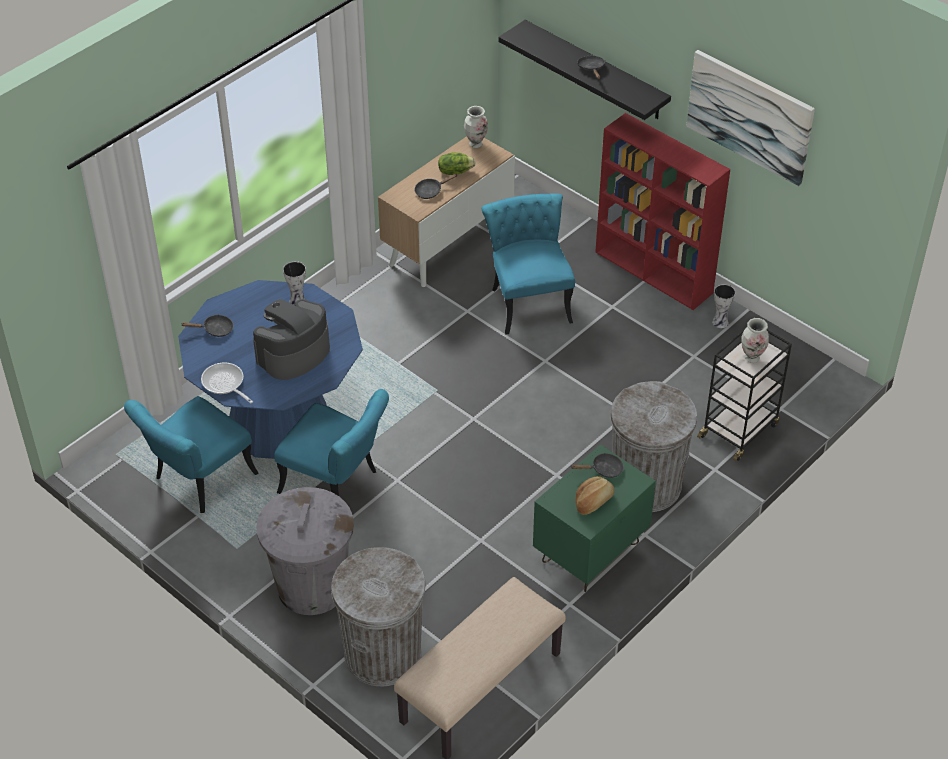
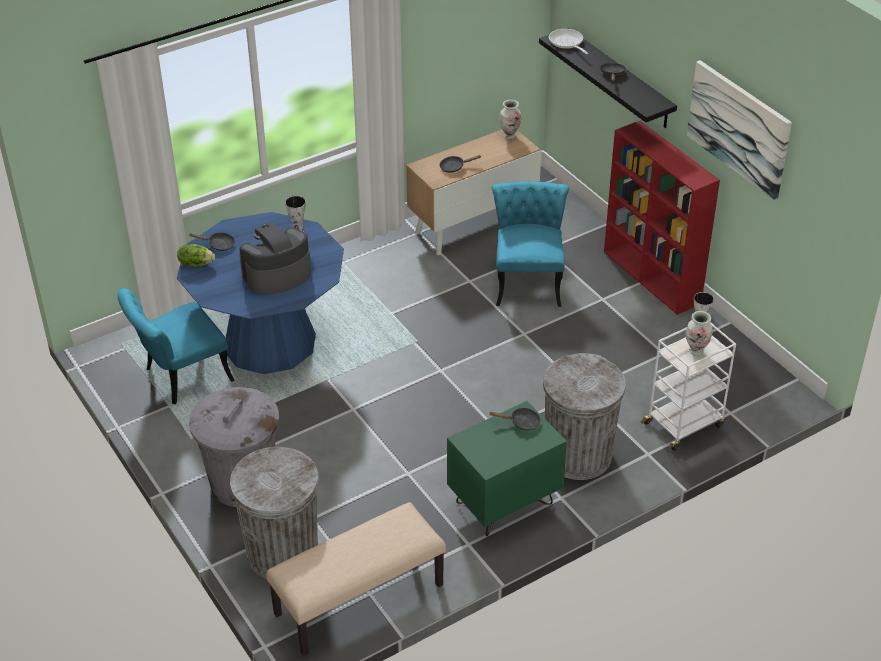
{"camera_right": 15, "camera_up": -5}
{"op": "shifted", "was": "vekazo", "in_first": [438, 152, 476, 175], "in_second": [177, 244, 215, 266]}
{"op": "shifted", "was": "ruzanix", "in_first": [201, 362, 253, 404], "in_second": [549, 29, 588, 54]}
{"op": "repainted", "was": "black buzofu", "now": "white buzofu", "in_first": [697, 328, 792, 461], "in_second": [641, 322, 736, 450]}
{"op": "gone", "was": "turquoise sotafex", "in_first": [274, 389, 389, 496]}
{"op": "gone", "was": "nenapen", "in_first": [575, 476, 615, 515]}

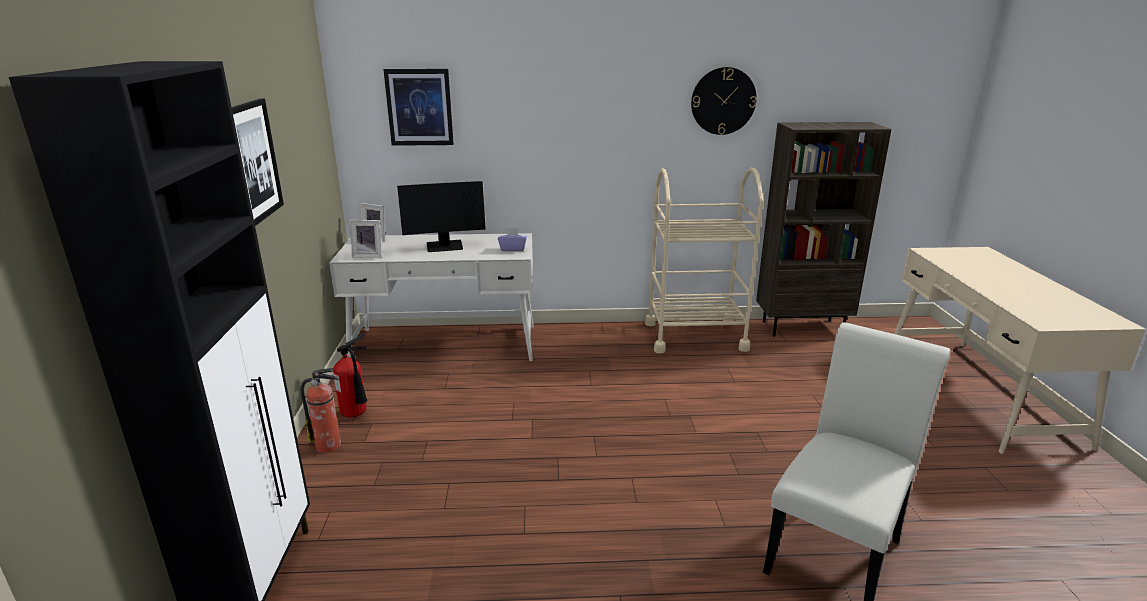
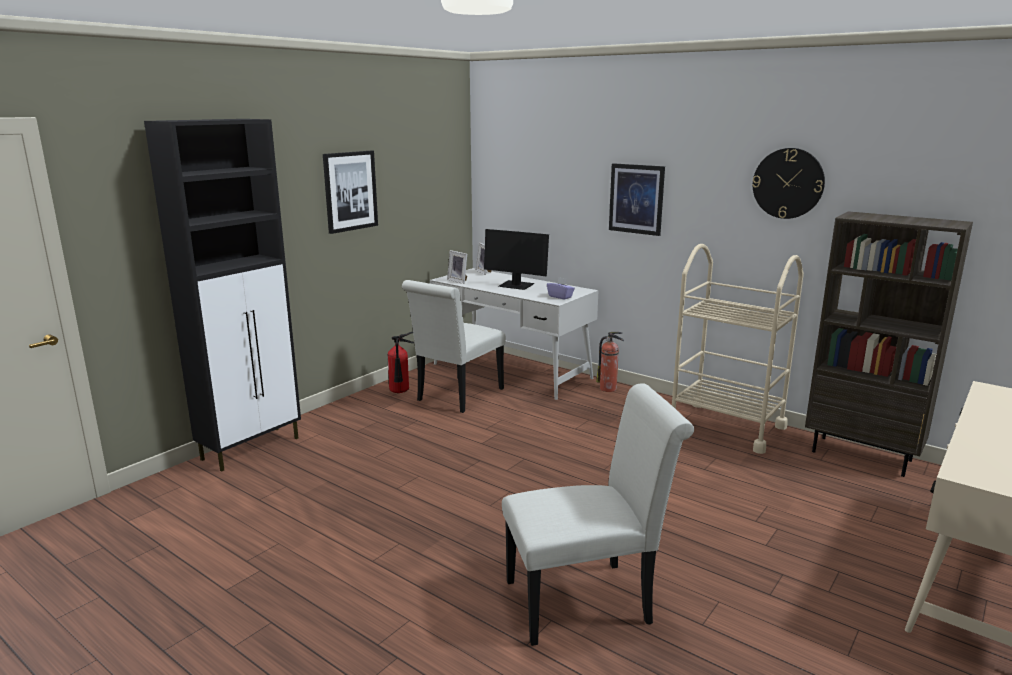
{"camera_right": 40, "camera_up": -5}
{"op": "new", "now": "white sotafex", "in_second": [402, 280, 506, 413]}
{"op": "shifted", "was": "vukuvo", "in_first": [300, 368, 341, 453], "in_second": [596, 332, 624, 392]}
{"op": "shifted", "was": "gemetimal", "in_first": [383, 69, 454, 146], "in_second": [609, 163, 665, 236]}

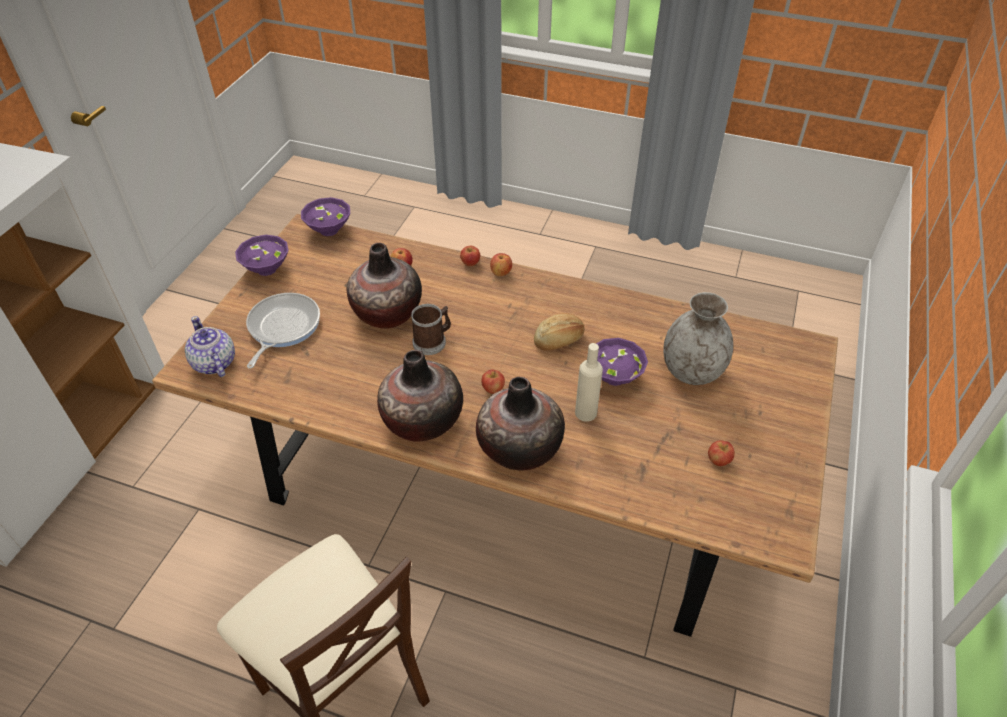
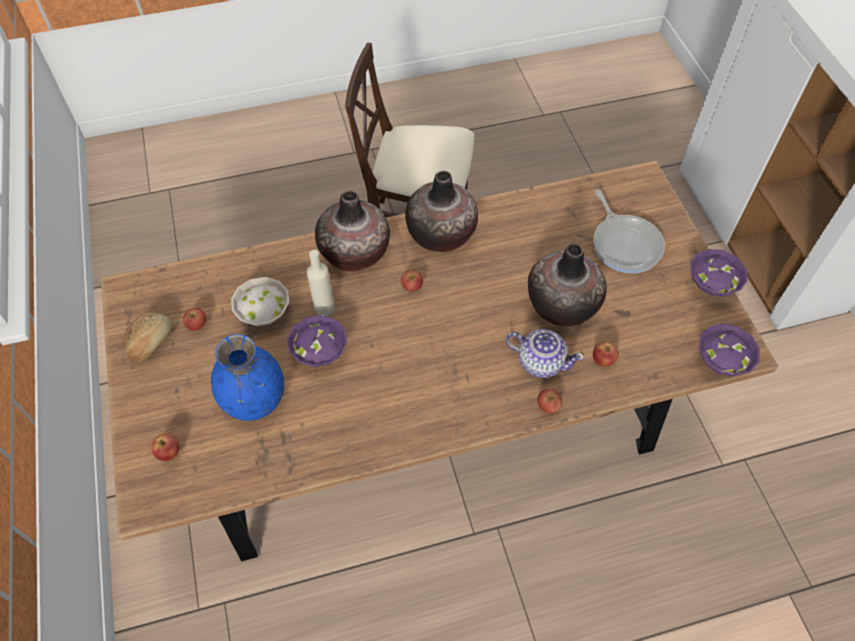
{"camera_right": 145, "camera_up": 10}
{"op": "shifted", "was": "nenapen", "in_first": [534, 313, 585, 351], "in_second": [124, 313, 173, 363]}
{"op": "shifted", "was": "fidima", "in_first": [490, 253, 512, 276], "in_second": [151, 433, 180, 461]}
{"op": "repainted", "was": "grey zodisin", "now": "blue zodisin", "in_first": [663, 292, 733, 385], "in_second": [211, 334, 284, 421]}
{"op": "new", "now": "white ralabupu", "in_second": [231, 277, 289, 326]}
{"op": "shifted", "was": "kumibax", "in_first": [185, 316, 235, 377], "in_second": [505, 329, 584, 378]}
{"op": "gone", "was": "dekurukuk", "in_first": [411, 304, 451, 355]}

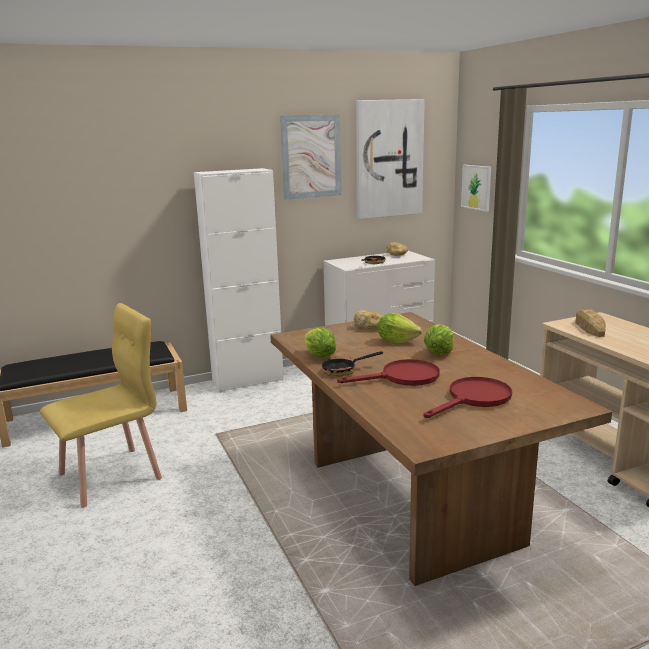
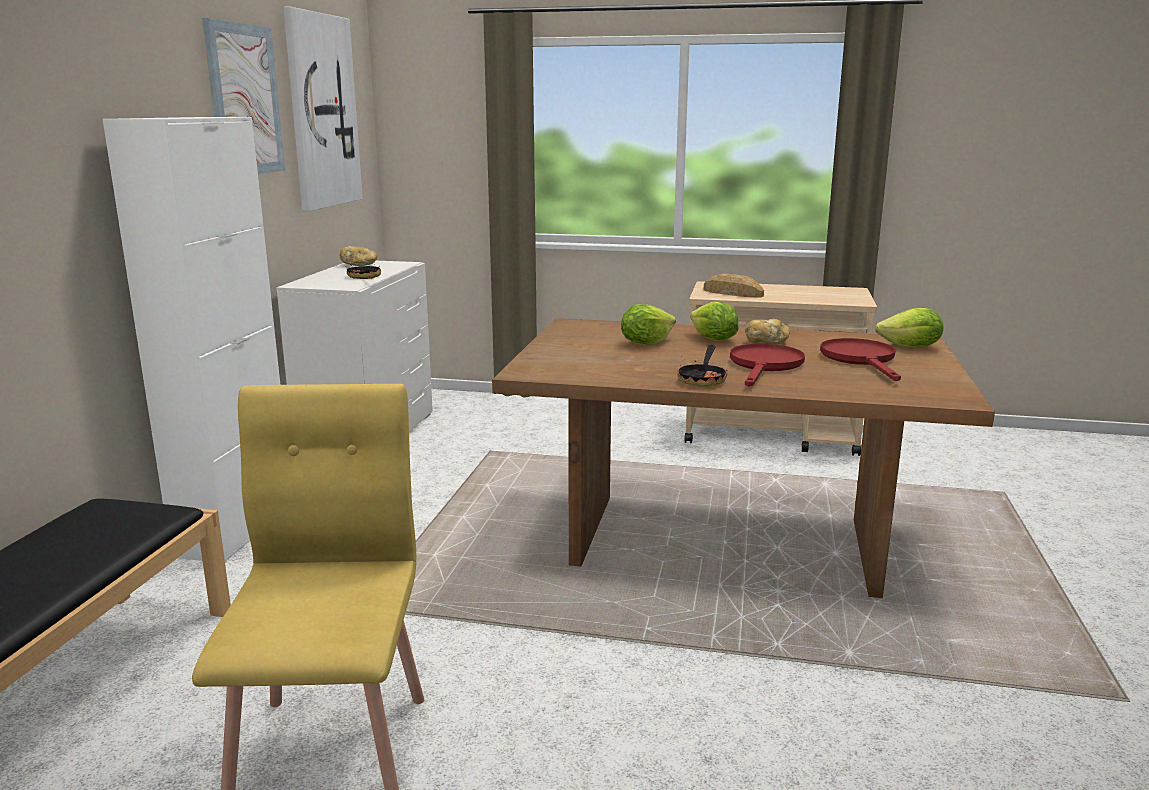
{"camera_right": -55, "camera_up": 0}
{"op": "shifted", "was": "nenapen", "in_first": [354, 310, 384, 329], "in_second": [745, 319, 790, 344]}
{"op": "shifted", "was": "vekazo", "in_first": [305, 328, 336, 358], "in_second": [875, 307, 943, 347]}
{"op": "gone", "was": "gemetimal", "in_first": [461, 165, 491, 212]}

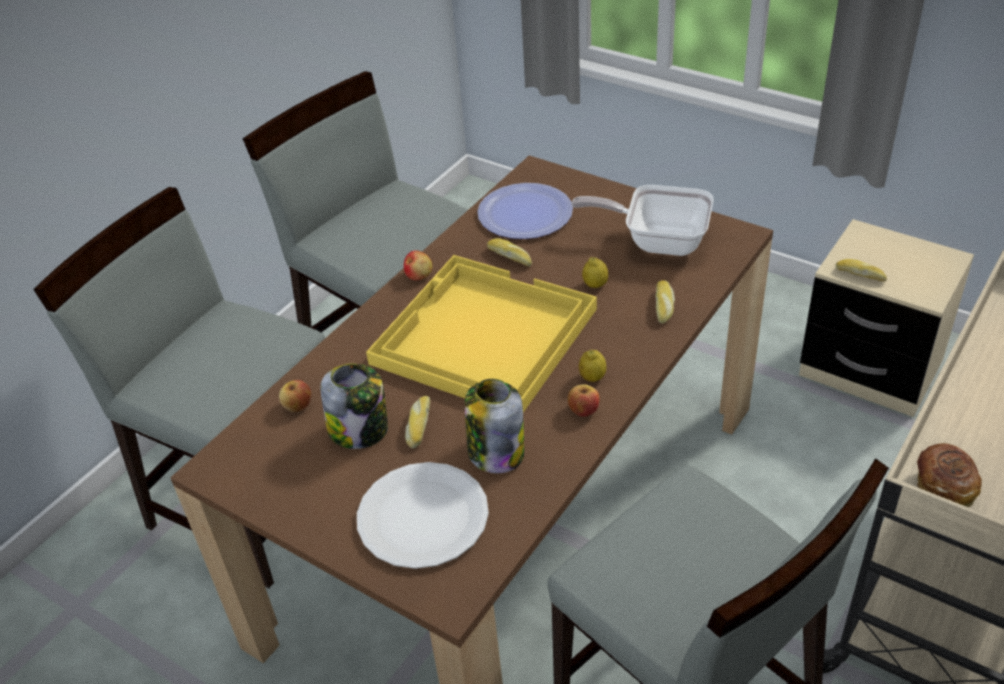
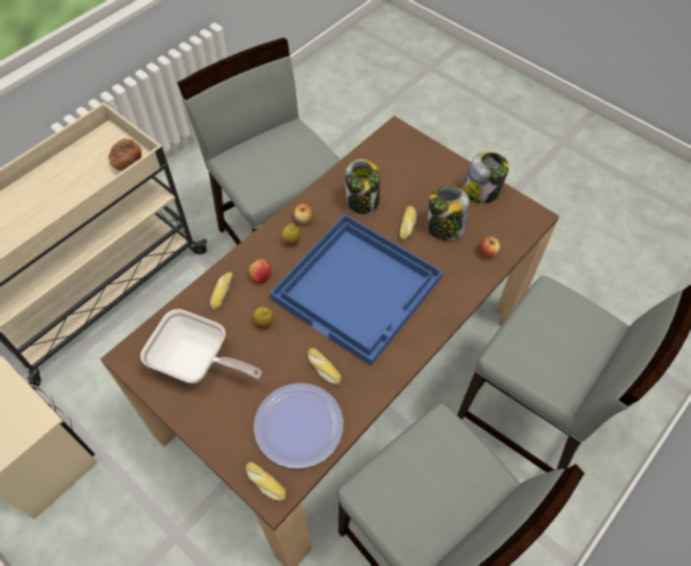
{"camera_right": -175, "camera_up": 15}
{"op": "shifted", "was": "nenapen", "in_first": [836, 259, 887, 282], "in_second": [246, 462, 286, 501]}
{"op": "shifted", "was": "fidima", "in_first": [404, 250, 433, 280], "in_second": [249, 259, 271, 283]}
{"op": "repainted", "was": "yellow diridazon", "now": "blue diridazon", "in_first": [366, 255, 597, 412], "in_second": [270, 214, 443, 366]}
{"op": "new", "now": "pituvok", "in_second": [462, 152, 509, 204]}
{"op": "gone", "was": "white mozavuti", "in_first": [357, 462, 489, 569]}

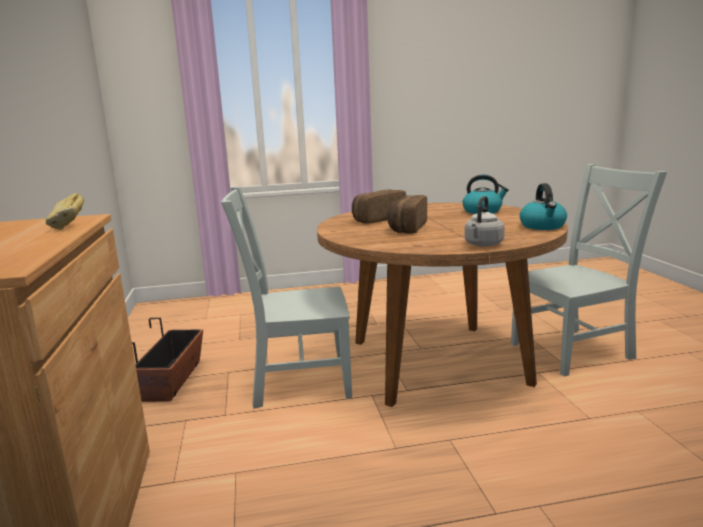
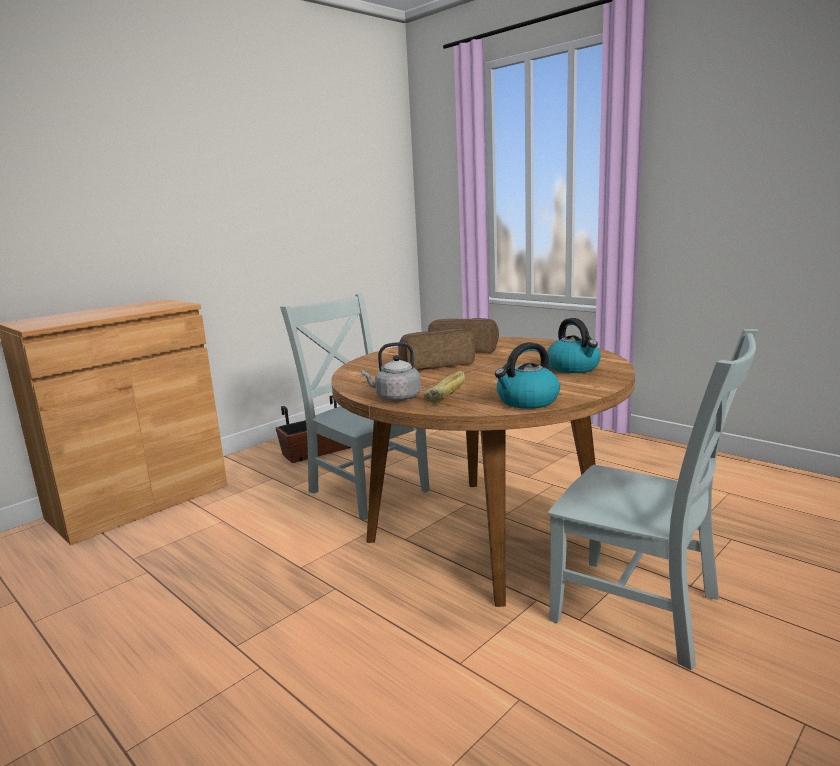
{"camera_right": 55, "camera_up": 0}
{"op": "shifted", "was": "nenapen", "in_first": [46, 193, 84, 230], "in_second": [424, 371, 465, 404]}

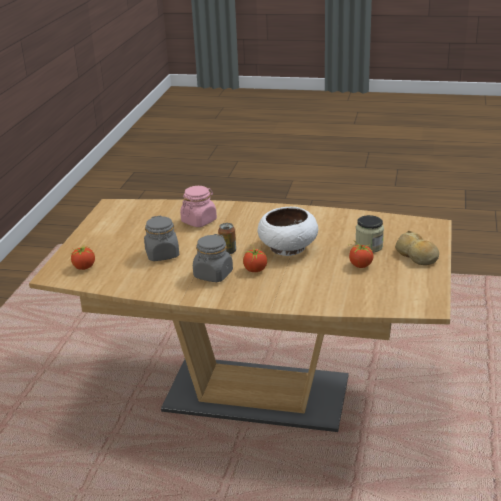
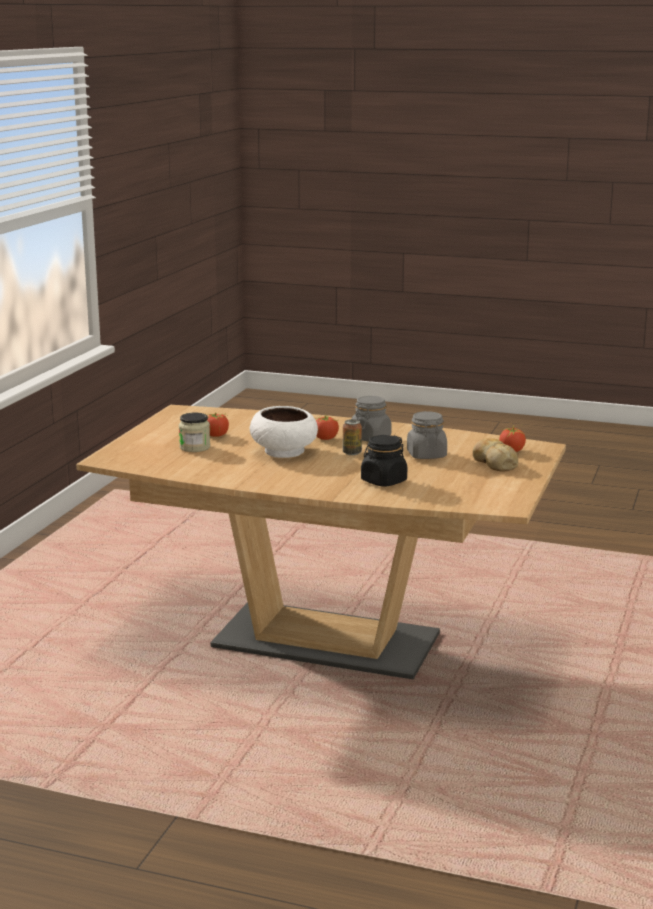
{"camera_right": -175, "camera_up": -10}
{"op": "repainted", "was": "pink pituvok", "now": "black pituvok", "in_first": [180, 186, 217, 227], "in_second": [361, 435, 407, 487]}
{"op": "shifted", "was": "nenapen", "in_first": [395, 231, 439, 265], "in_second": [473, 438, 518, 471]}

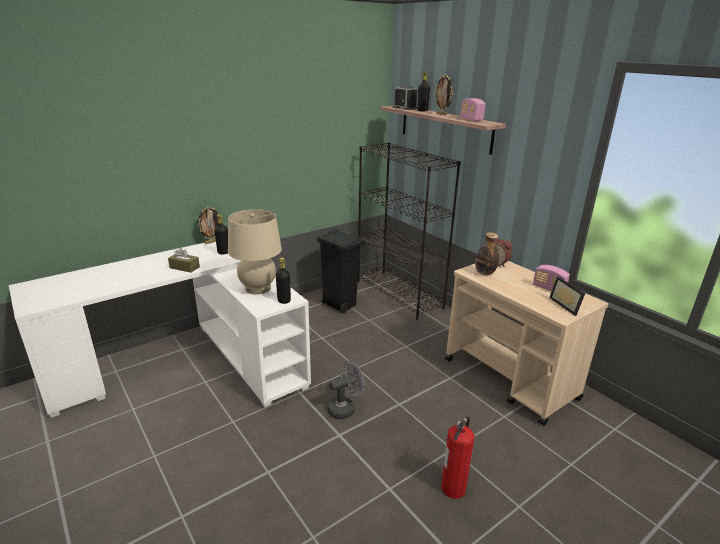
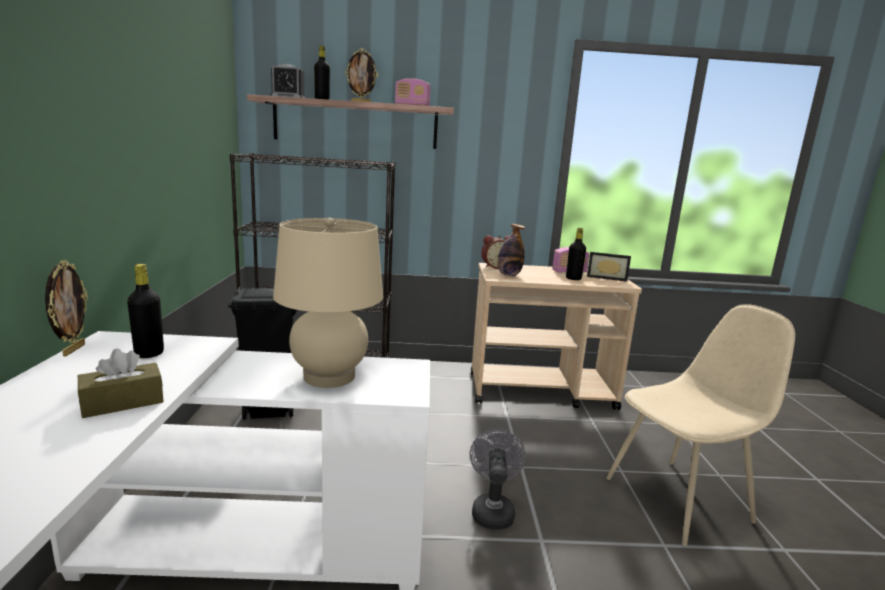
{"camera_right": -55, "camera_up": -10}
{"op": "shifted", "was": "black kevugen", "in_first": [276, 257, 291, 304], "in_second": [566, 228, 586, 280]}
{"op": "swapped", "was": "vukuvo", "now": "beige sotafex", "in_first": [441, 416, 475, 499], "in_second": [606, 304, 795, 546]}

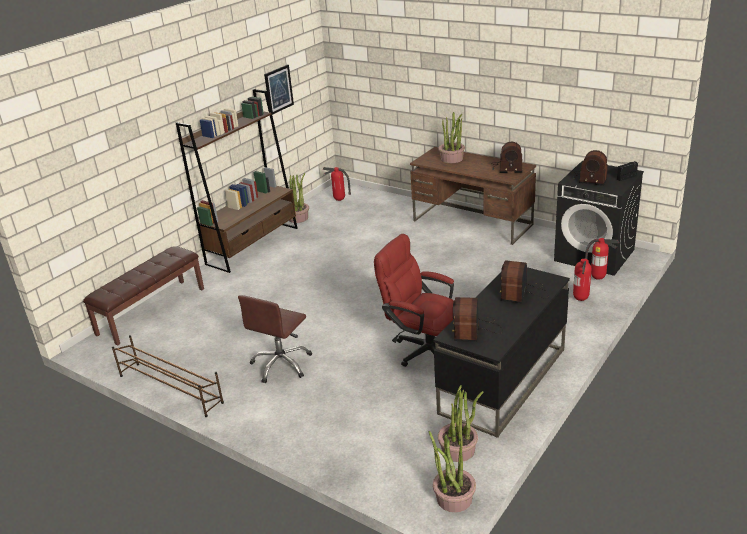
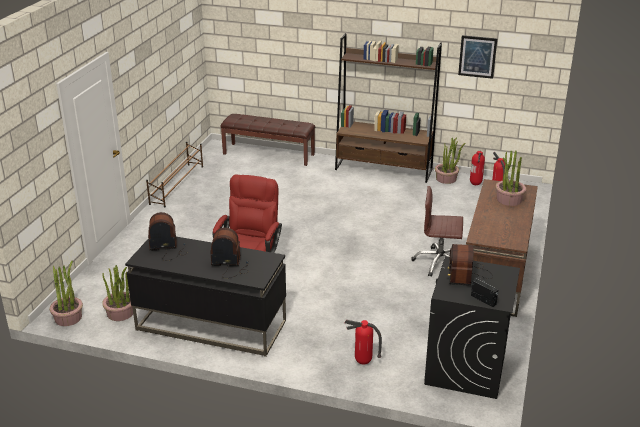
{"camera_right": 70, "camera_up": 0}
{"op": "shifted", "was": "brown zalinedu", "in_first": [238, 295, 312, 383], "in_second": [411, 186, 463, 277]}
{"op": "shifted", "was": "vukuvo", "in_first": [585, 238, 619, 280], "in_second": [470, 151, 485, 185]}
{"op": "gone", "was": "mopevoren", "in_first": [491, 142, 522, 173]}

